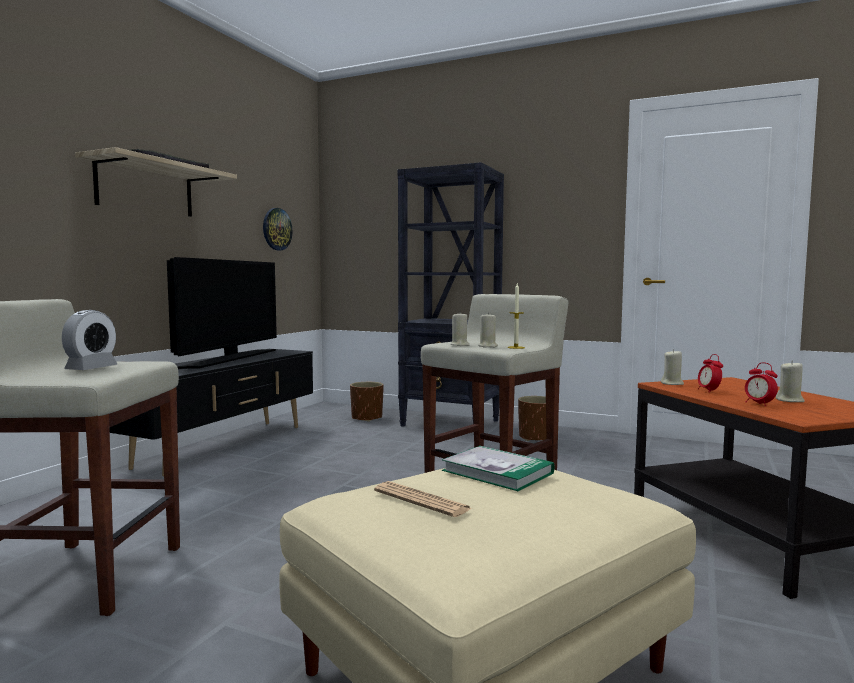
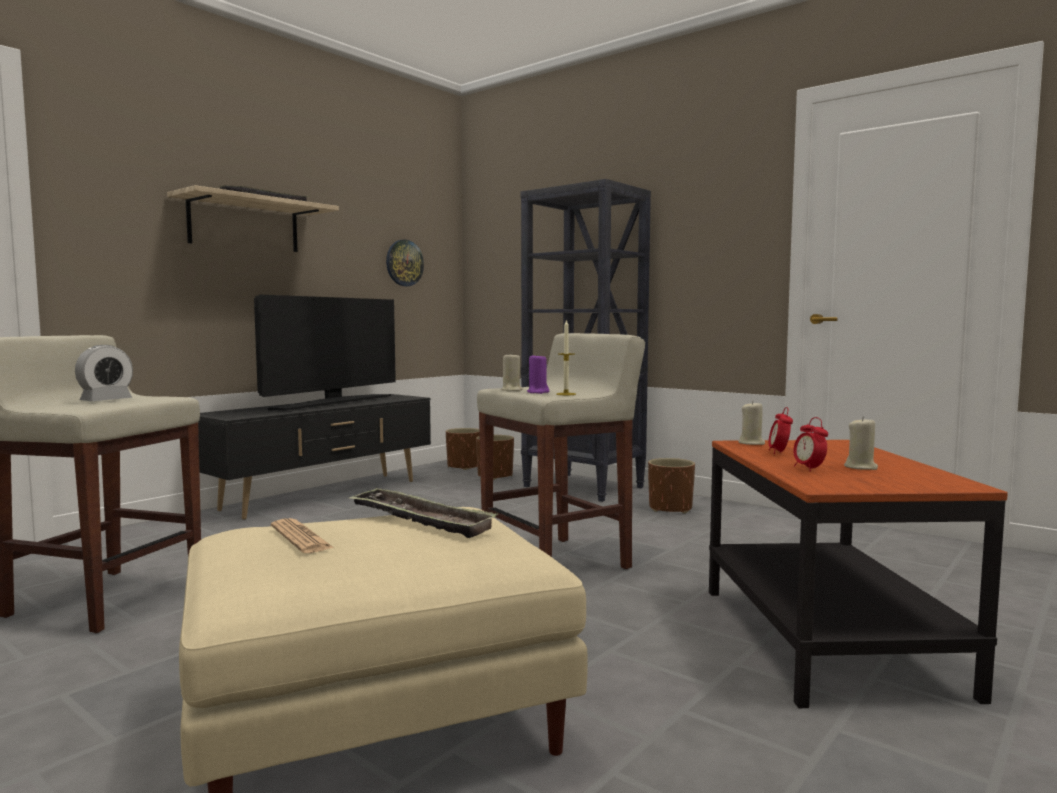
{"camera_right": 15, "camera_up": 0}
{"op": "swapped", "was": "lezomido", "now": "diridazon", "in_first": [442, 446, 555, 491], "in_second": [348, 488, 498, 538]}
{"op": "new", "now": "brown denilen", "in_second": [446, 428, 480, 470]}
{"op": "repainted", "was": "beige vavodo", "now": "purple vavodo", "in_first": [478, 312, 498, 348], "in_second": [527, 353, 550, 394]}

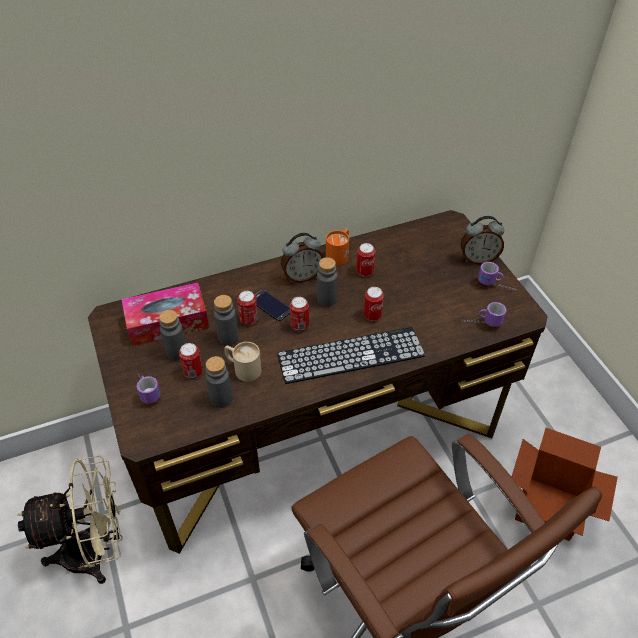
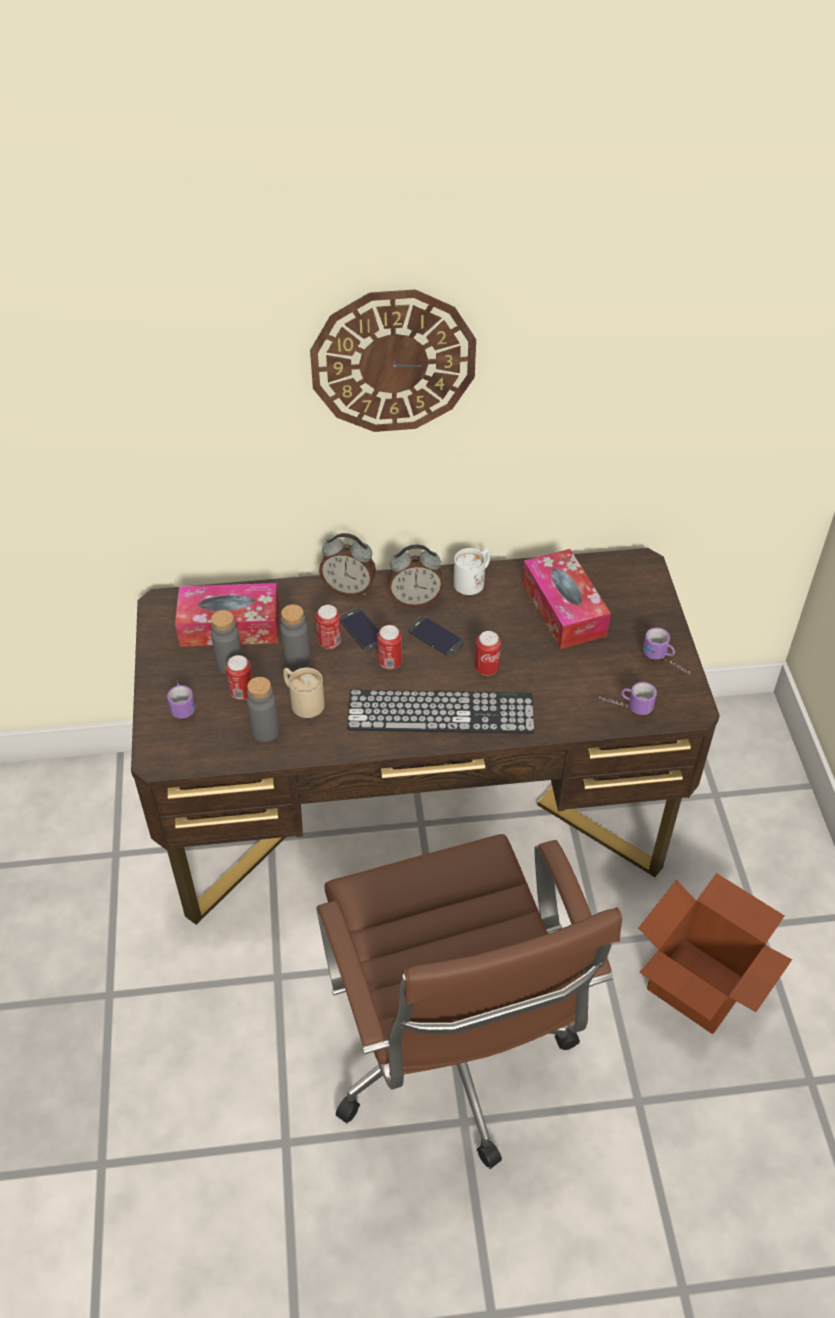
{"camera_right": 15, "camera_up": 0}
{"op": "new", "now": "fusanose", "in_second": [310, 289, 476, 432]}
{"op": "shifted", "was": "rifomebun", "in_first": [461, 216, 504, 265], "in_second": [319, 533, 376, 597]}
{"op": "swapped", "was": "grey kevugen", "now": "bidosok", "in_first": [317, 257, 337, 307], "in_second": [408, 616, 464, 656]}
{"op": "repainted", "was": "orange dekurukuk", "now": "white dekurukuk", "in_first": [326, 229, 349, 266], "in_second": [454, 548, 491, 595]}
{"op": "new", "now": "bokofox", "in_second": [522, 549, 611, 649]}
{"op": "gone", "was": "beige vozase", "in_first": [17, 455, 123, 584]}
{"op": "gone", "was": "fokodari", "in_first": [357, 243, 375, 277]}

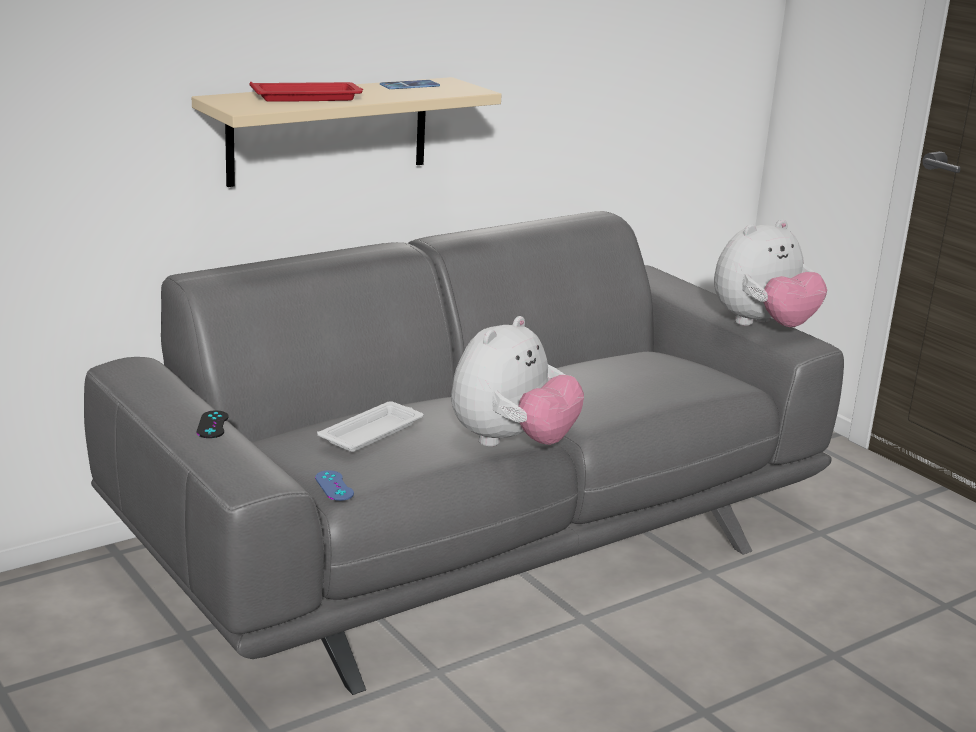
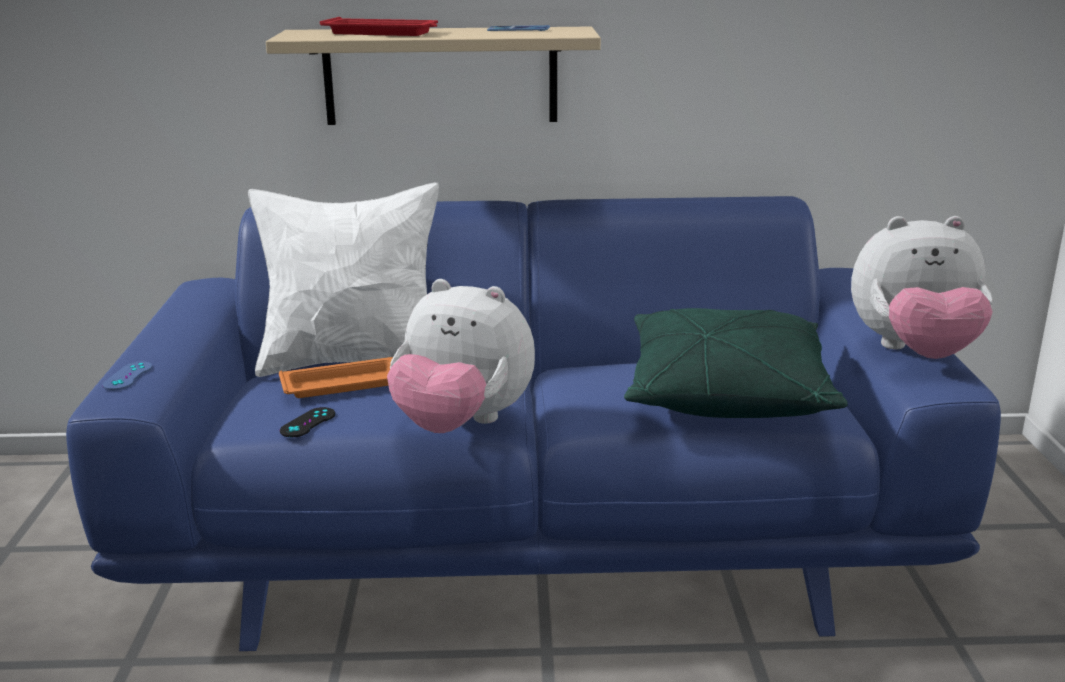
{"camera_right": 35, "camera_up": 0}
{"op": "repainted", "was": "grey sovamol", "now": "blue sovamol", "in_first": [84, 211, 844, 695], "in_second": [66, 196, 1001, 651]}
{"op": "shifted", "was": "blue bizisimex", "in_first": [315, 470, 354, 501], "in_second": [102, 361, 152, 390]}
{"op": "new", "now": "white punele", "in_second": [248, 182, 439, 377]}
{"op": "repainted", "was": "white diridazon", "now": "orange diridazon", "in_first": [317, 401, 423, 452], "in_second": [279, 357, 393, 398]}
{"op": "shifted", "was": "black bizisimex", "in_first": [197, 410, 229, 438], "in_second": [280, 407, 335, 437]}
{"op": "rotated", "was": "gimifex", "in_first": [451, 316, 584, 447], "in_second": [387, 279, 535, 433], "clockwise": 45}
{"op": "new", "now": "green punele", "in_second": [624, 308, 848, 418]}

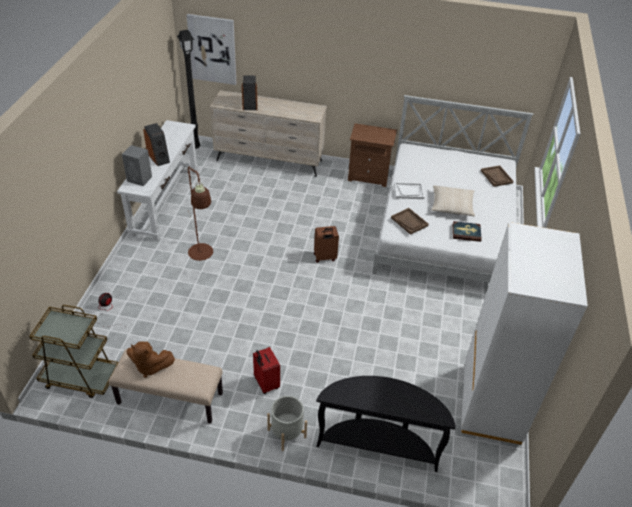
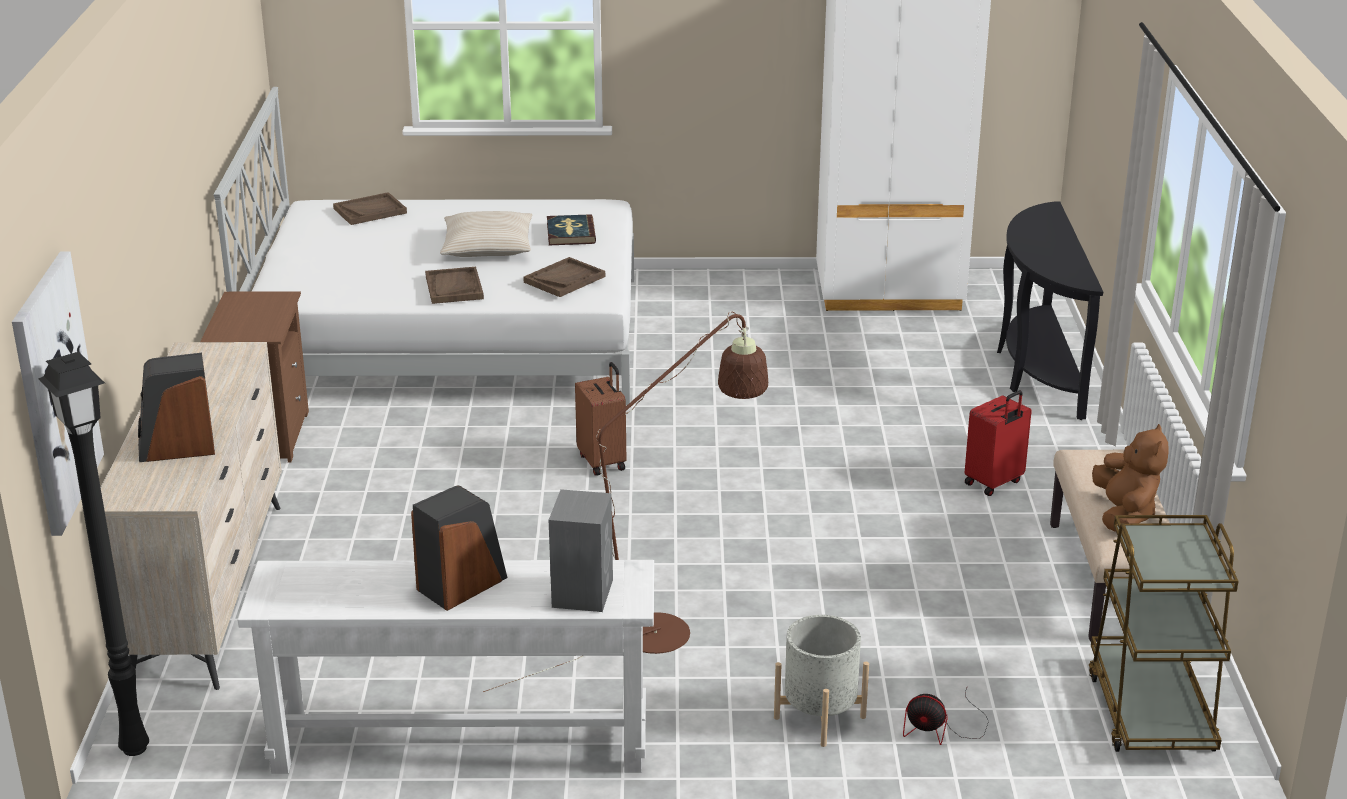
{"camera_right": -100, "camera_up": -15}
{"op": "repainted", "was": "white diridazon", "now": "brown diridazon", "in_first": [394, 182, 425, 199], "in_second": [425, 267, 484, 304]}
{"op": "shifted", "was": "grey denilen", "in_first": [267, 396, 307, 451], "in_second": [774, 615, 869, 747]}

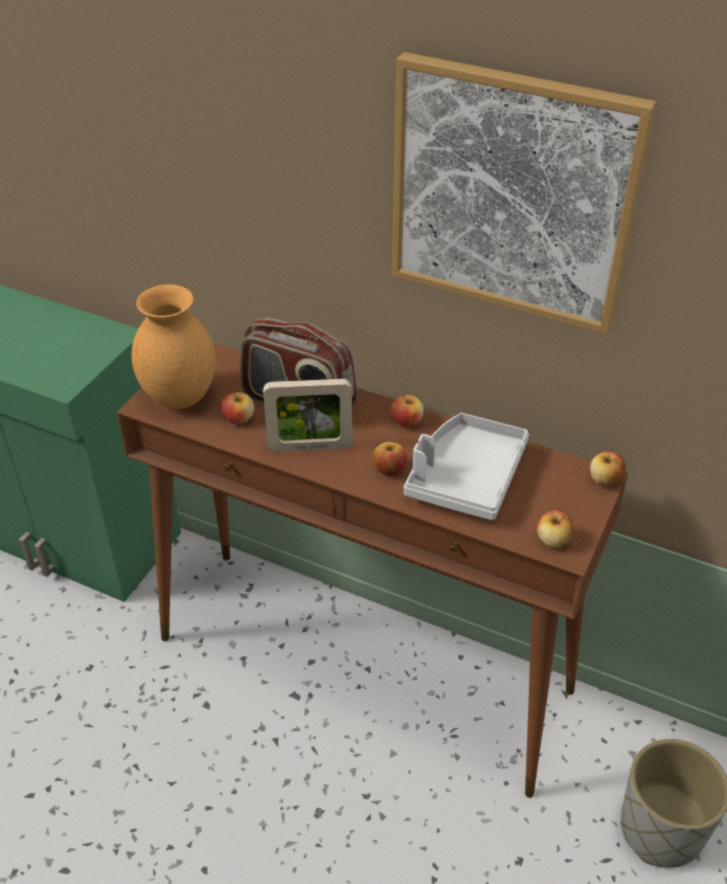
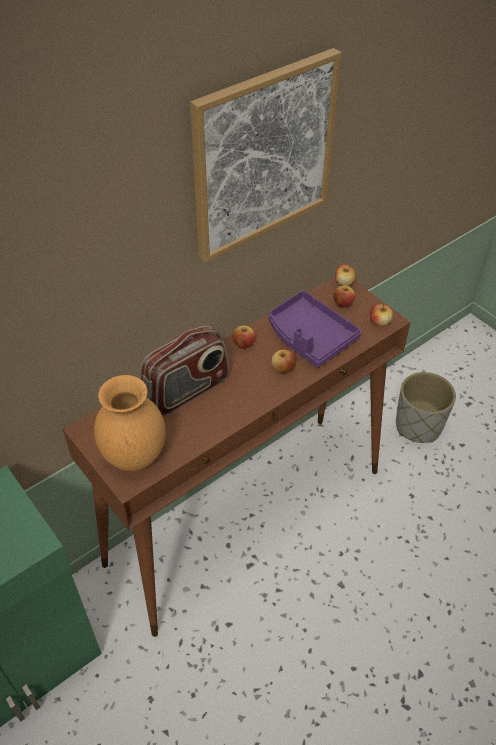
{"camera_right": -65, "camera_up": 5}
{"op": "repainted", "was": "grey diridazon", "now": "purple diridazon", "in_first": [404, 413, 529, 520], "in_second": [269, 290, 361, 367]}
{"op": "shifted", "was": "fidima", "in_first": [221, 391, 254, 424], "in_second": [333, 285, 355, 308]}
{"op": "gone", "was": "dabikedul", "in_first": [263, 379, 352, 452]}

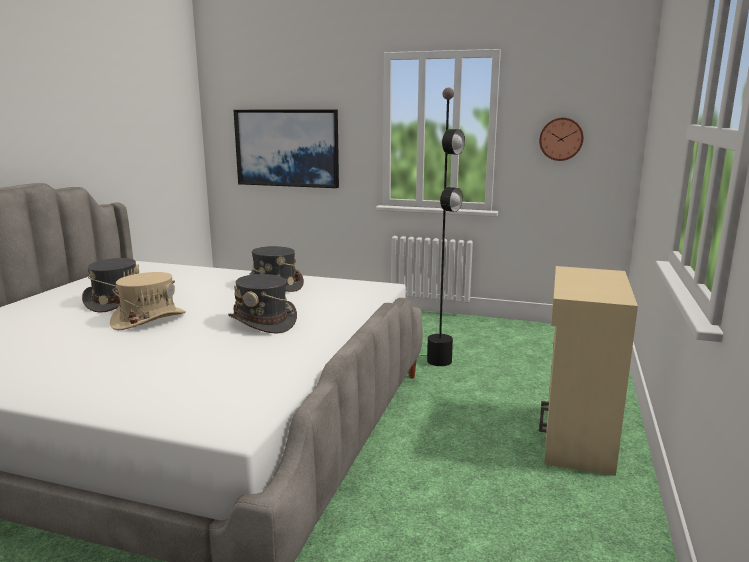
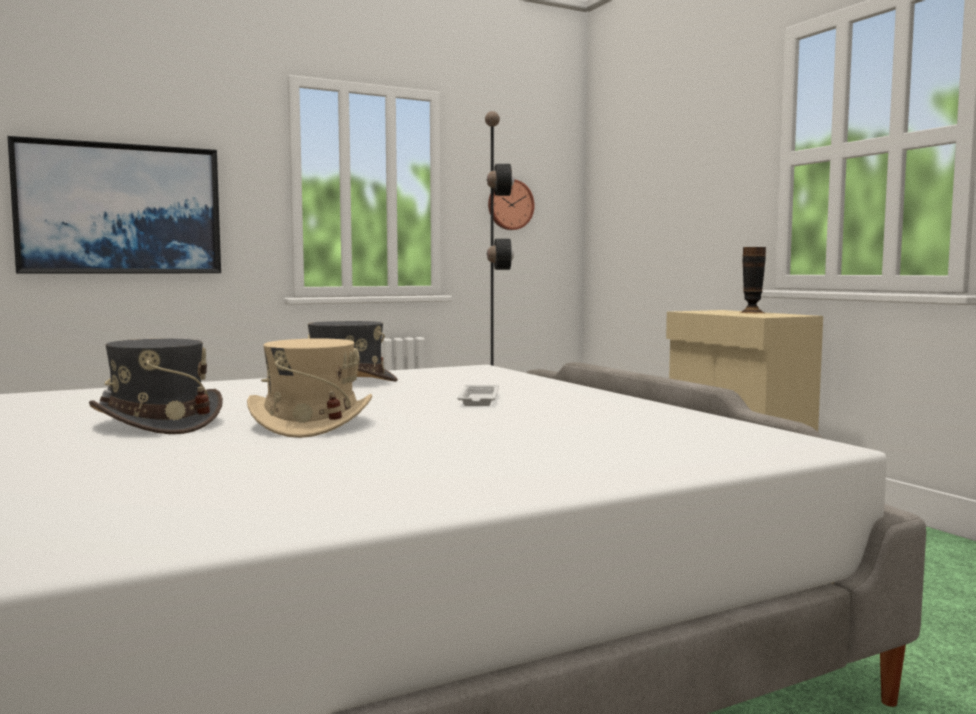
{"camera_right": -45, "camera_up": -10}
{"op": "swapped", "was": "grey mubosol", "now": "white diridazon", "in_first": [228, 274, 297, 334], "in_second": [458, 385, 499, 406]}
{"op": "new", "now": "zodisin", "in_second": [739, 247, 766, 313]}

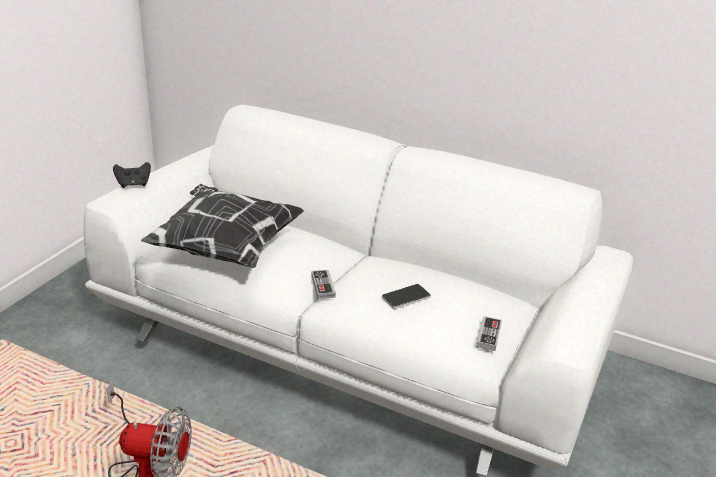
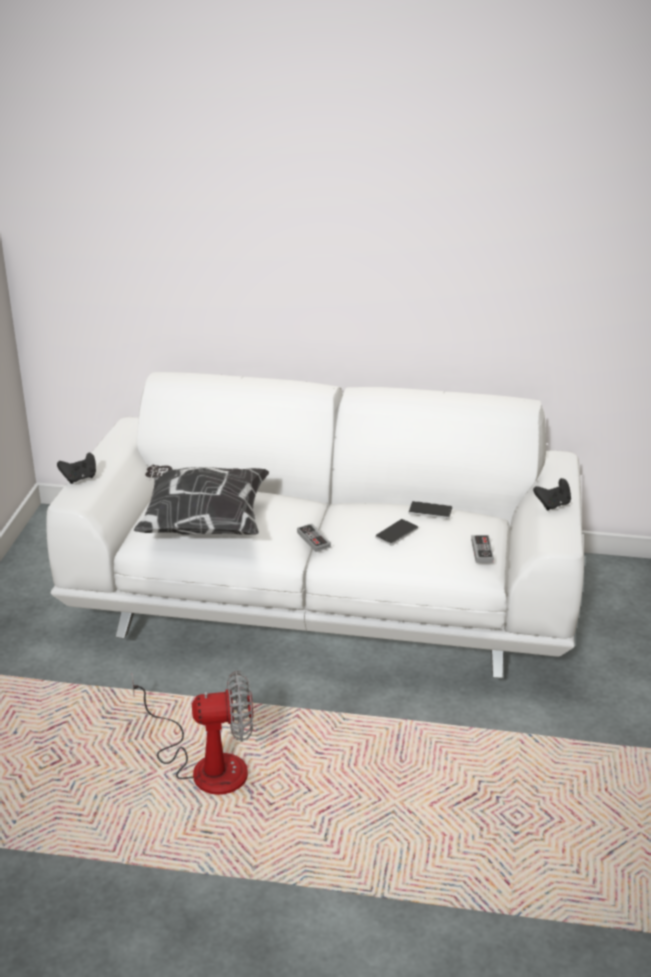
{"camera_right": -15, "camera_up": 0}
{"op": "new", "now": "bidosok", "in_second": [408, 501, 452, 519]}
{"op": "new", "now": "black bizisimex", "in_second": [533, 478, 571, 511]}

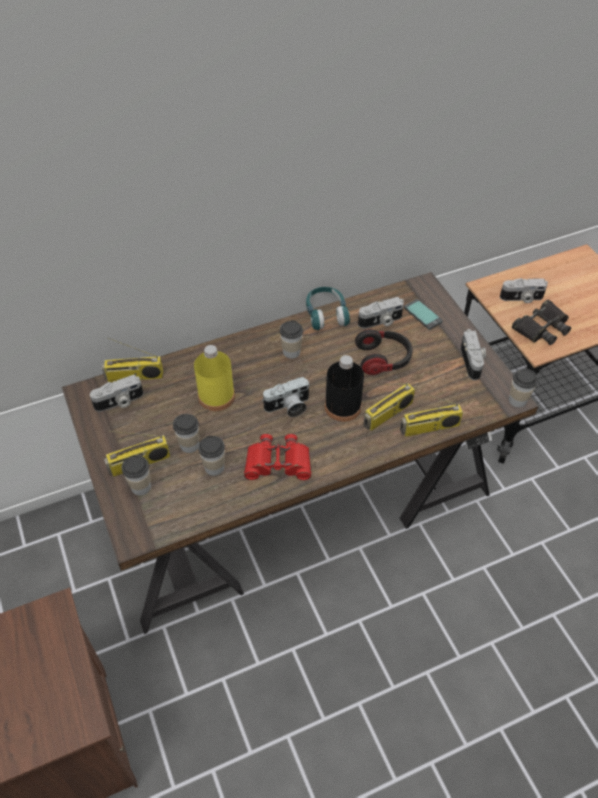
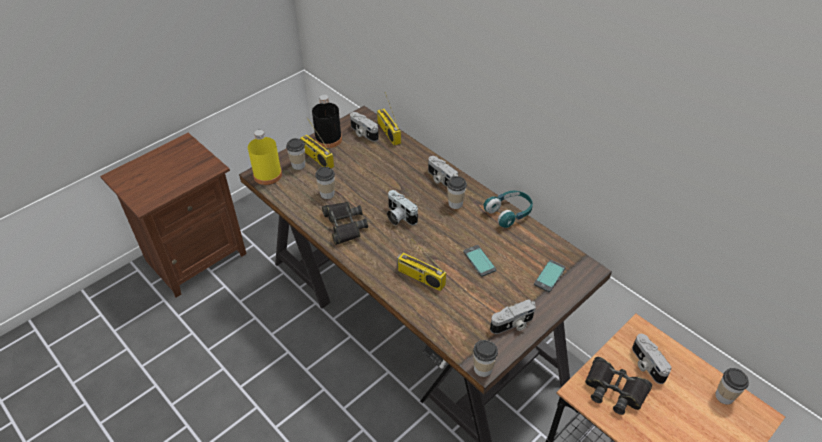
{"camera_right": 70, "camera_up": -5}
{"op": "shifted", "was": "yellow kevugen", "in_first": [194, 345, 235, 411], "in_second": [248, 130, 282, 185]}
{"op": "shifted", "was": "black kevugen", "in_first": [325, 355, 364, 422], "in_second": [312, 95, 342, 148]}
{"op": "repainted", "was": "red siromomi", "now": "black siromomi", "in_first": [244, 434, 311, 480], "in_second": [322, 202, 368, 245]}
{"op": "shifted", "was": "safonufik", "in_first": [358, 297, 404, 328], "in_second": [428, 156, 458, 187]}
{"op": "swapped", "was": "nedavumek", "now": "bidosok", "in_first": [355, 329, 413, 375], "in_second": [463, 245, 496, 277]}
{"op": "shifted", "was": "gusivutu", "in_first": [173, 414, 199, 453], "in_second": [715, 368, 749, 405]}
{"op": "gone", "was": "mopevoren", "in_first": [400, 391, 463, 437]}

